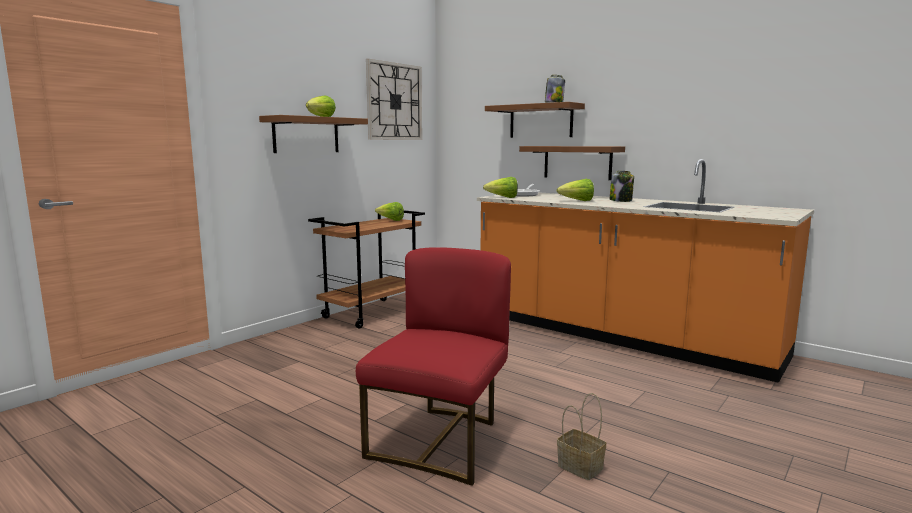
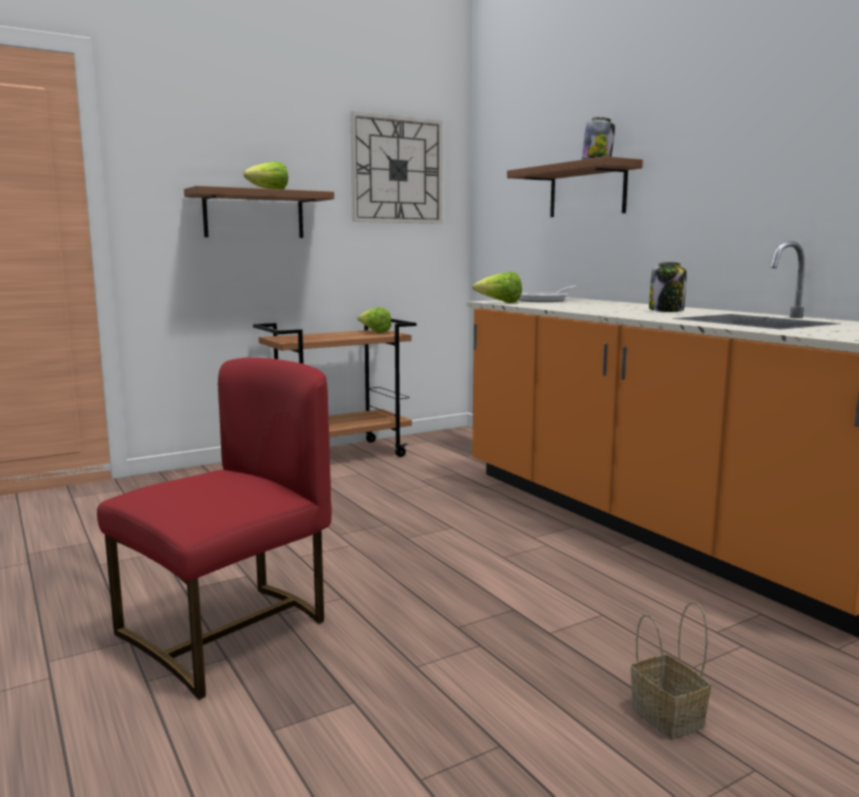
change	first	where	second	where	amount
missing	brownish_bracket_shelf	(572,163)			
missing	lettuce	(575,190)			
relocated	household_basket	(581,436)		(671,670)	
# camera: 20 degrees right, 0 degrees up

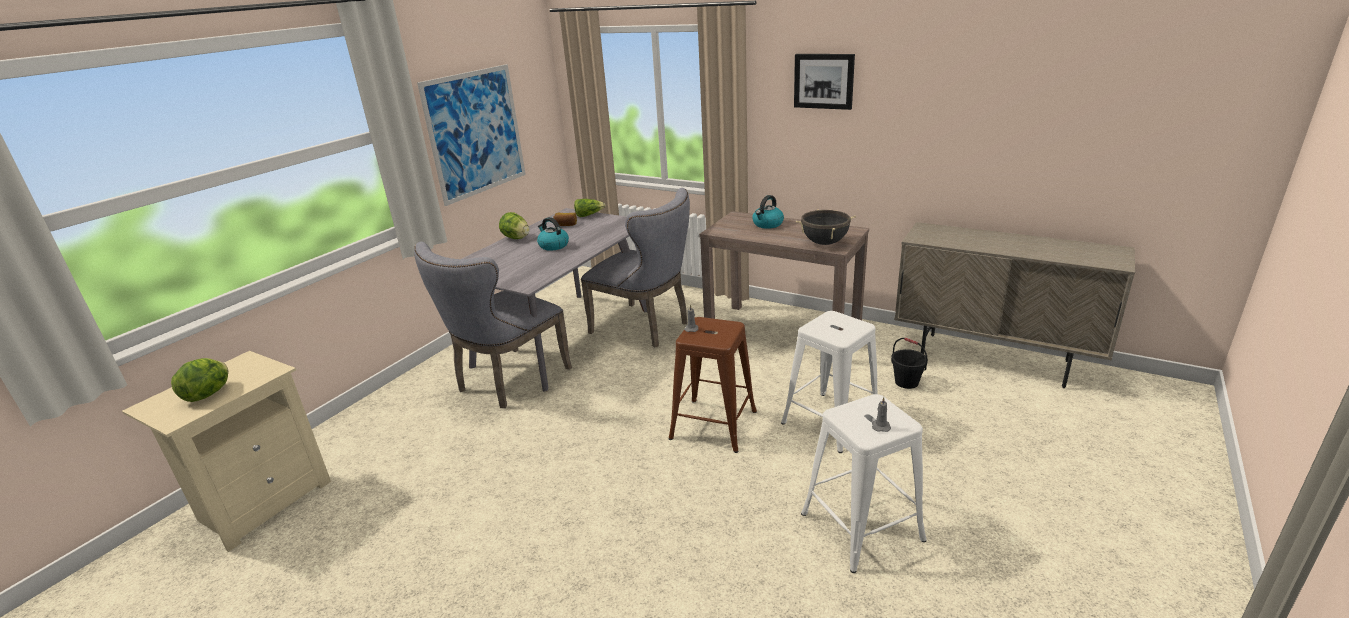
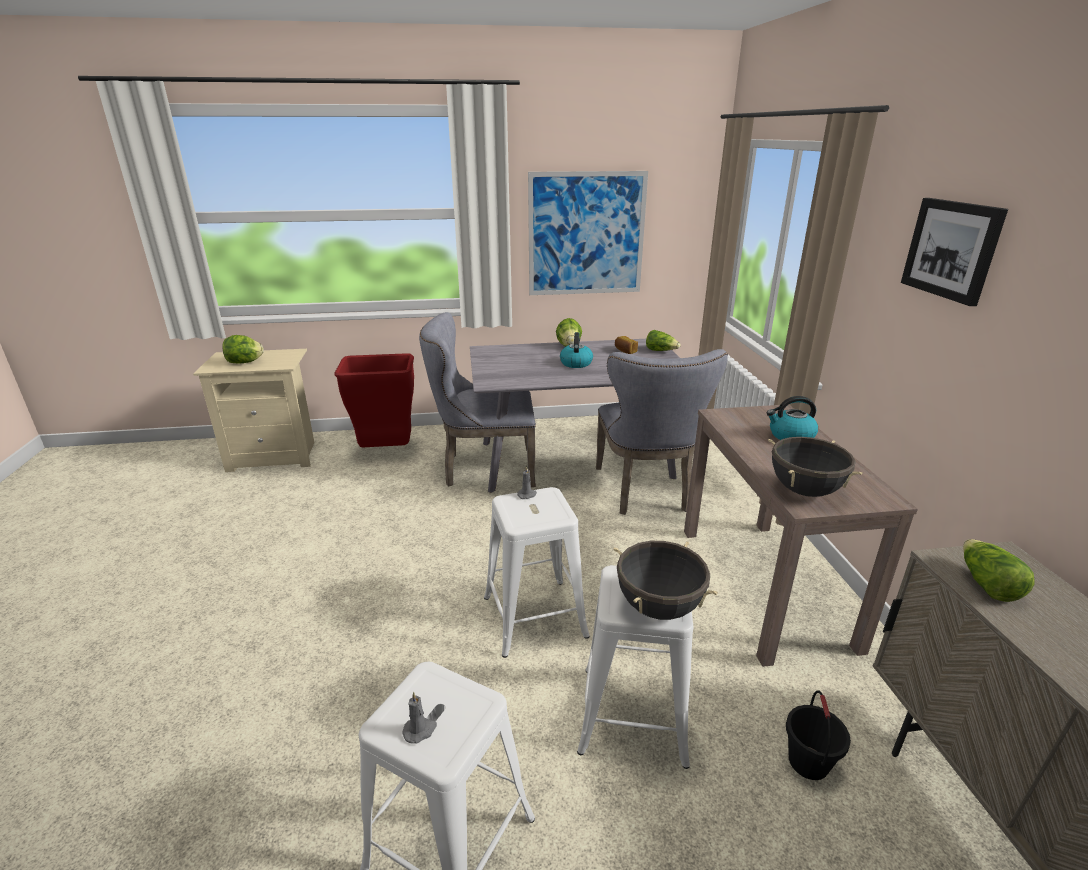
change	first	where	second	where	amount
colour	brownish_stool_seat	(713,385)	white_stool_seat	(536,572)	
appeared			red-coloured_trash_can	(374,400)	
appeared			black-coloured_saucepot	(665,580)	
appeared			lettuce	(998,570)	
# camera: 50 degrees right, 0 degrees up

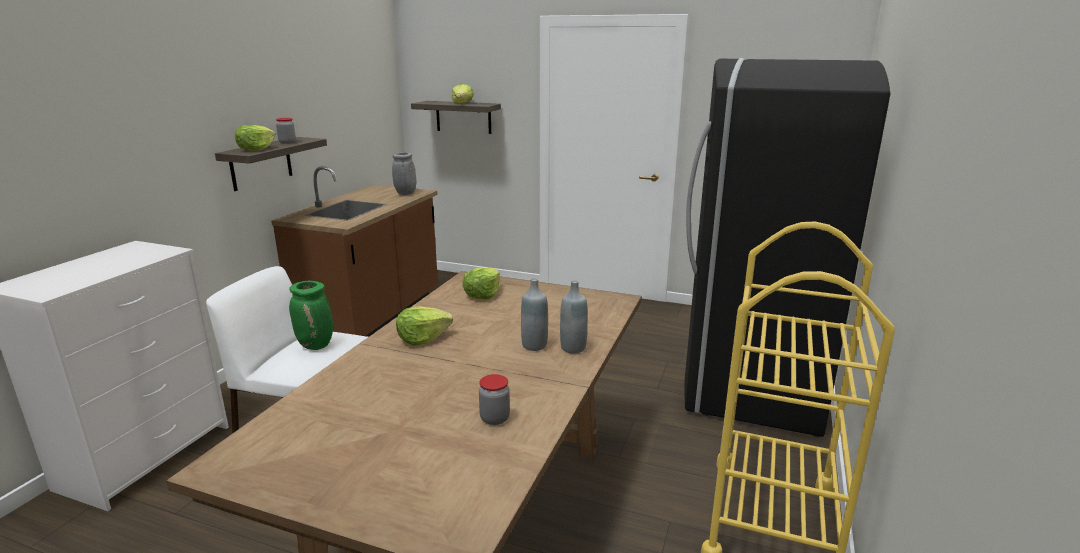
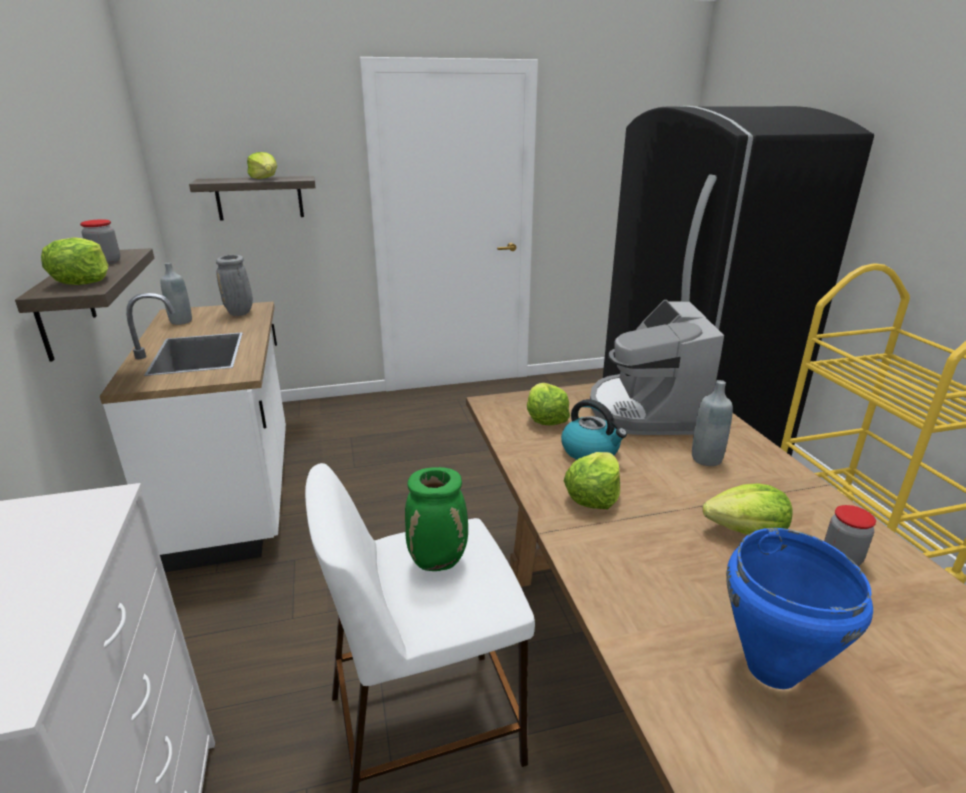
change	first	where	second	where	amount
colour	brownish_counter	(354,251)	white_counter	(193,432)	
relocated	grey_beverage_bottle	(574,317)		(176,293)	
appeared			water_kettle	(594,429)	
appeared			coffee_maker	(657,367)	
appeared			lettuce	(748,509)	
appeared			bluish_saucepot	(799,608)	
# camera: 35 degrees left, 5 degrees up

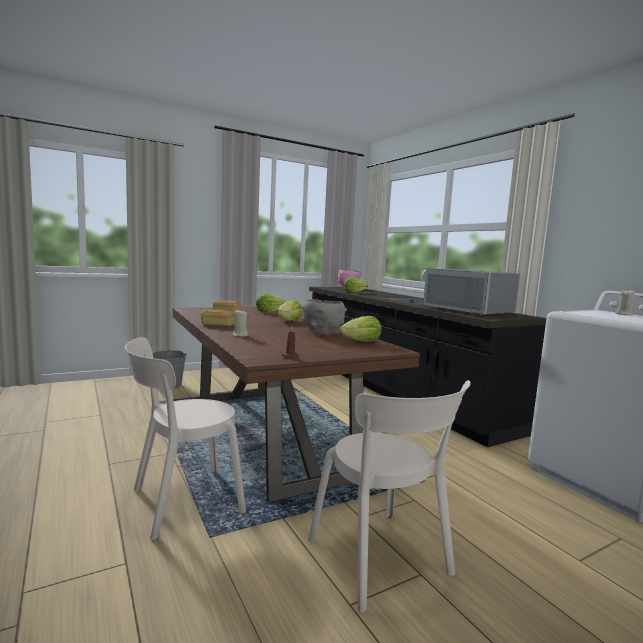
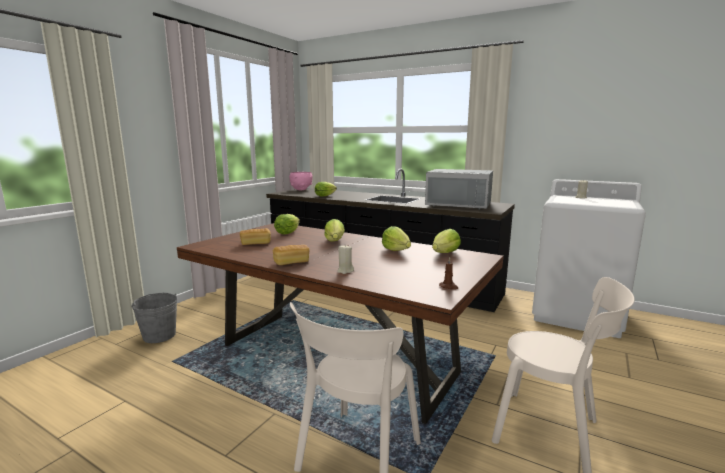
change	first	where	second	where	amount
exchanged	grey_deep_dish	(324,317)	lettuce	(396,238)	
# camera: 30 degrees left, 5 degrees up

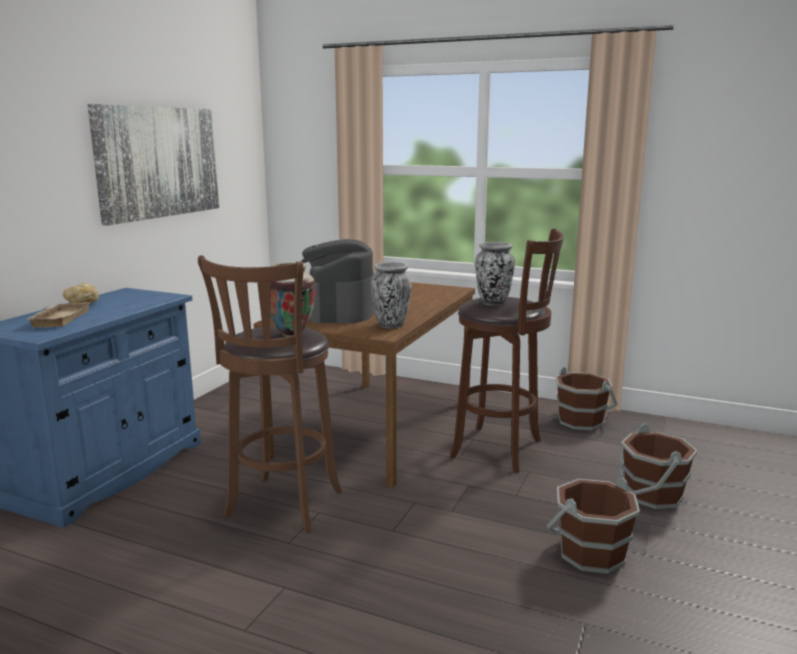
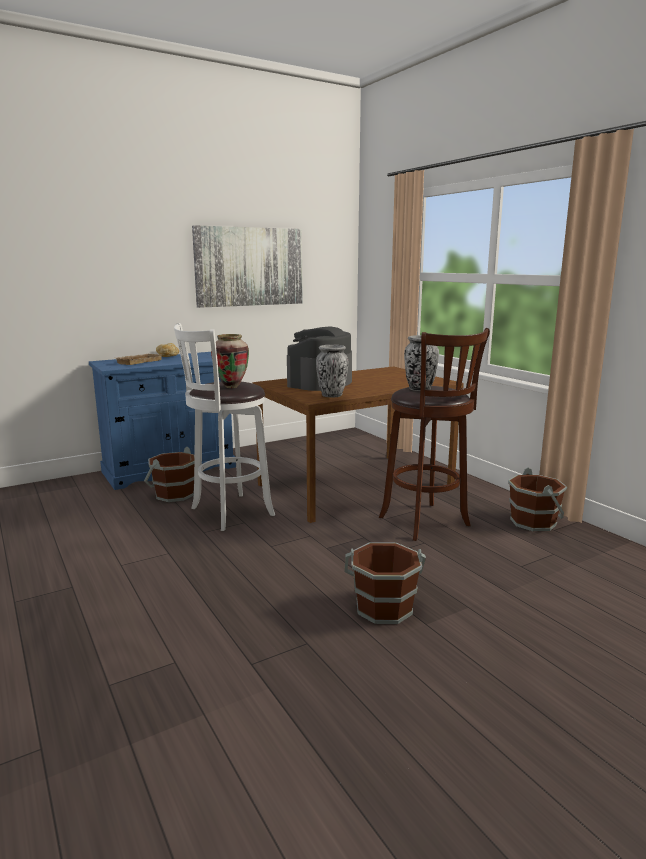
change	first	where	second	where	amount
colour	brownish_stool_seat	(270,394)	white_stool_seat	(224,427)	
relocated	brownish_pail	(658,466)		(169,474)	
# camera: 35 degrees right, 0 degrees up

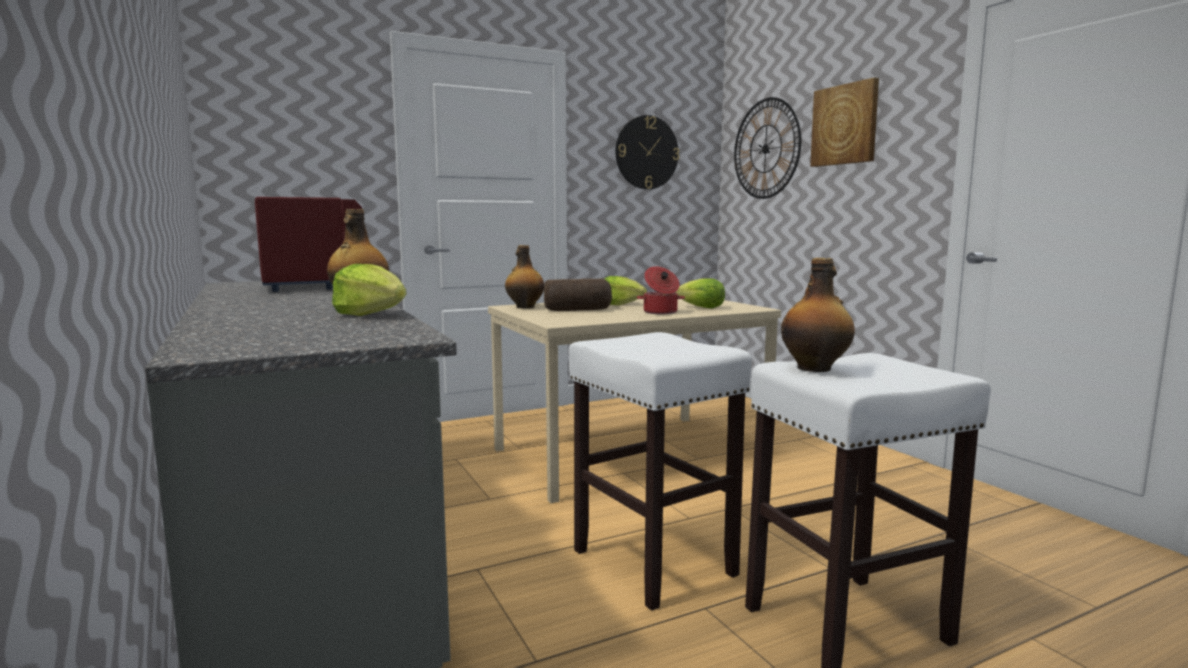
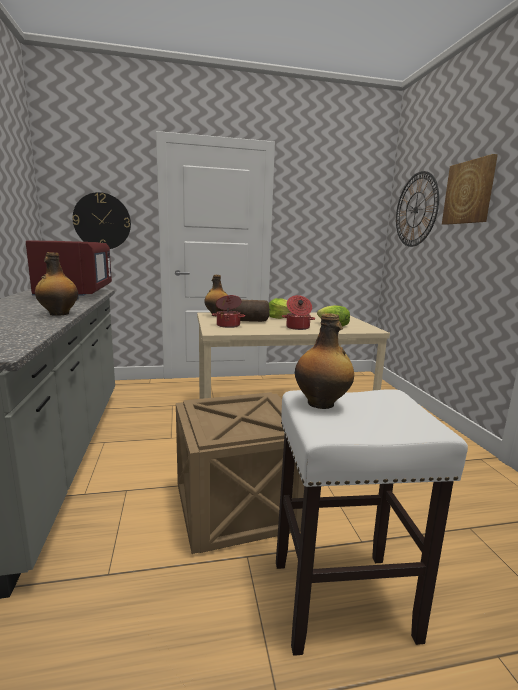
change	first	where	second	where	amount
missing	lettuce	(369,290)			
exchanged	white_stool_seat	(660,471)	crate	(240,473)	
relocated	hanging_clock	(647,152)		(101,220)	
appeared			saucepot	(228,311)	
# camera: 15 degrees right, 5 degrees up

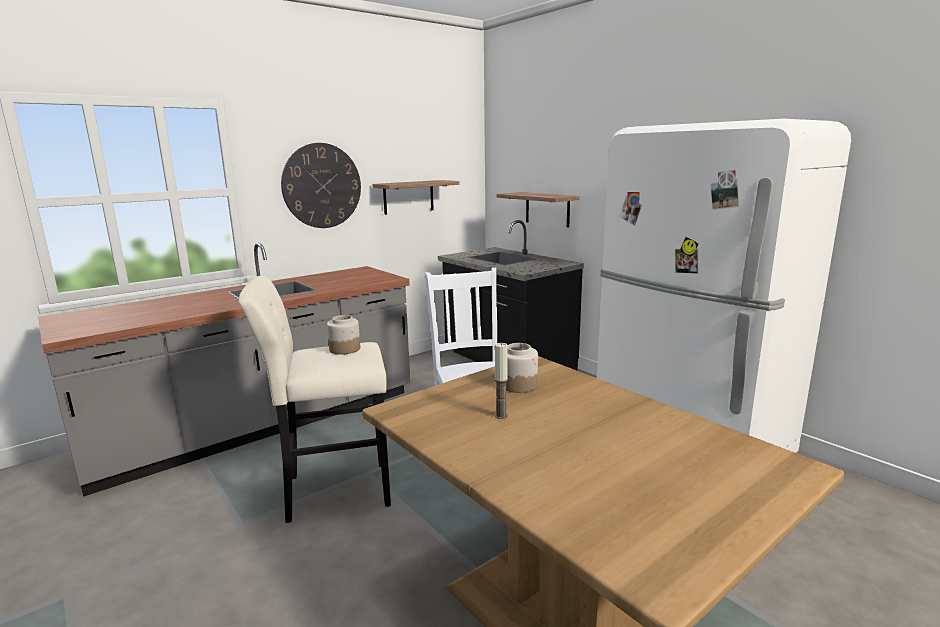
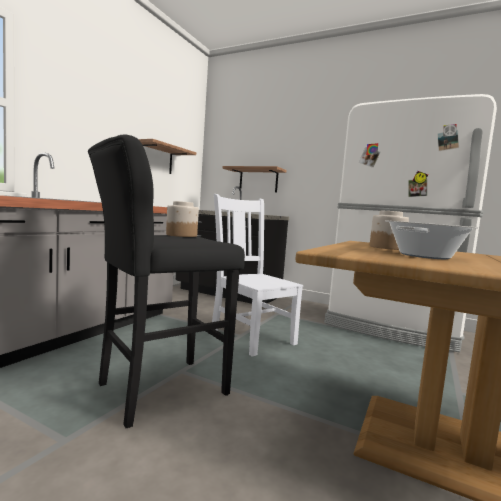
change	first	where	second	where	amount
colour	sand-coloured_stool_seat	(314,399)	black-coloured_stool_seat	(166,281)	
missing	hanging_clock	(321,185)			
exchanged	wax_light	(501,380)	saucepot	(432,239)	
# camera: 25 degrees left, 10 degrees down

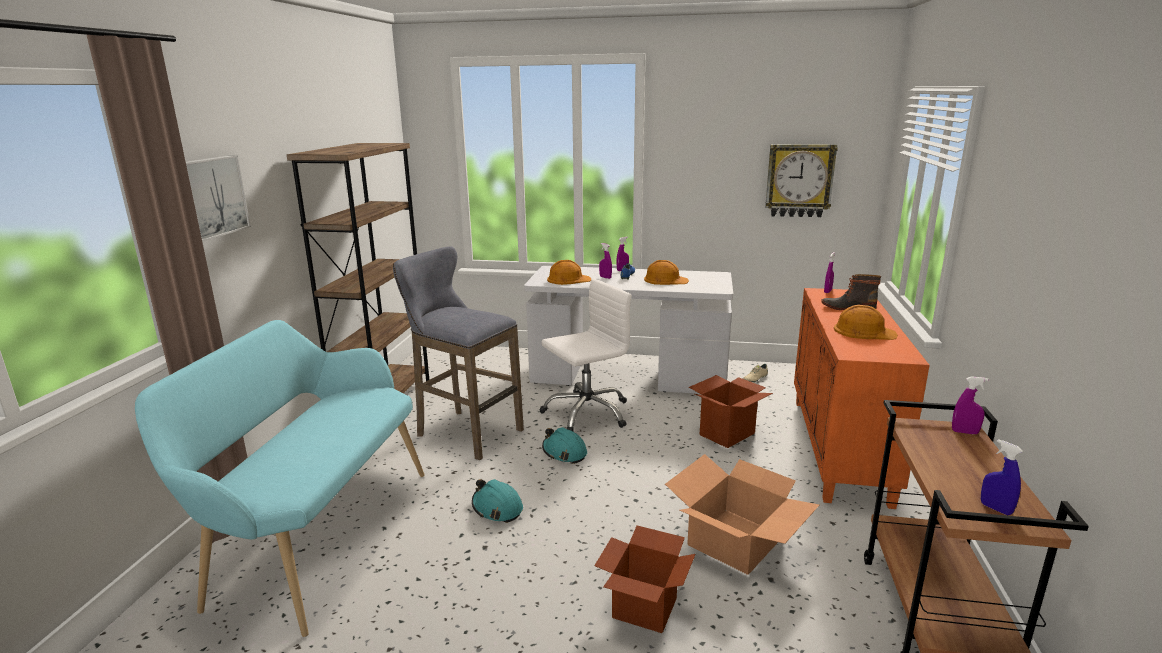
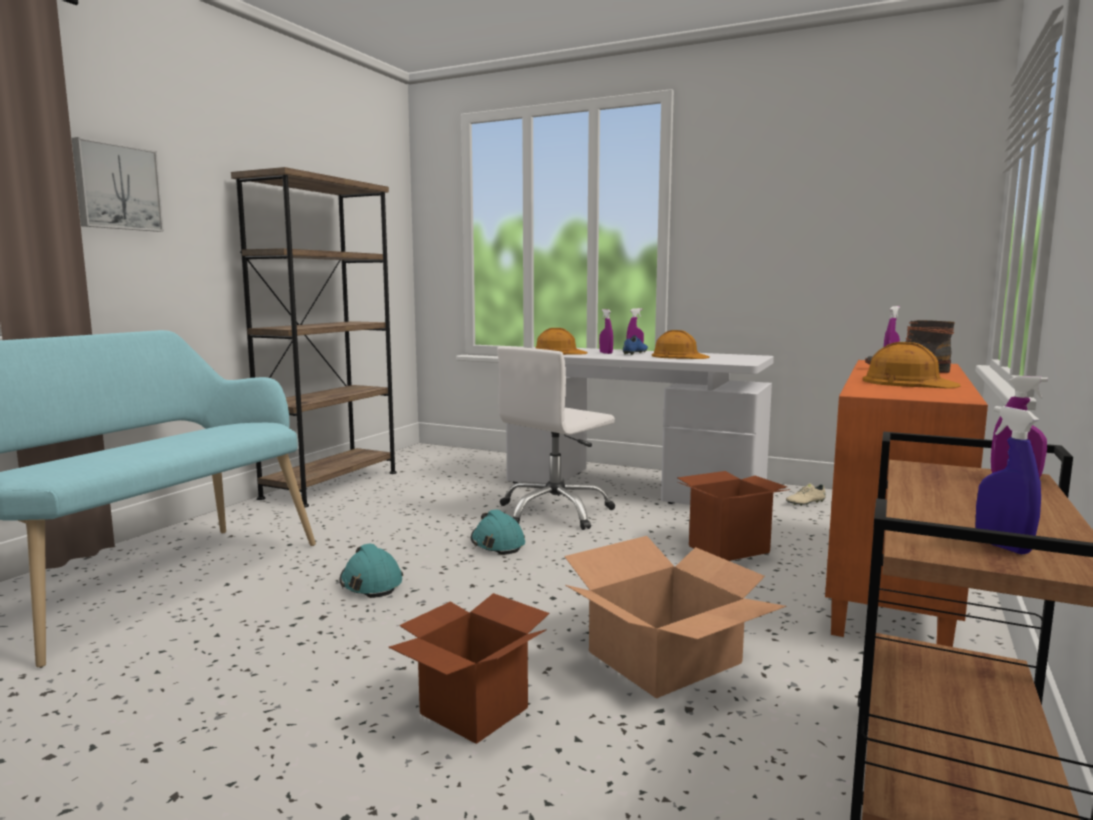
change	first	where	second	where	amount
missing	grey_stool_seat	(458,353)			
spun	white_desk_chair	(585,355)		(556,438)	150 degrees clockwise
missing	hanging_clock	(801,180)			
# camera: 15 degrees right, 10 degrees down

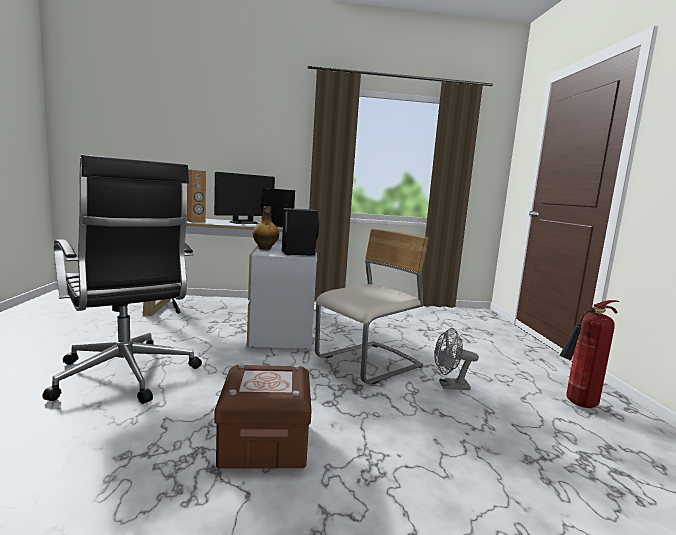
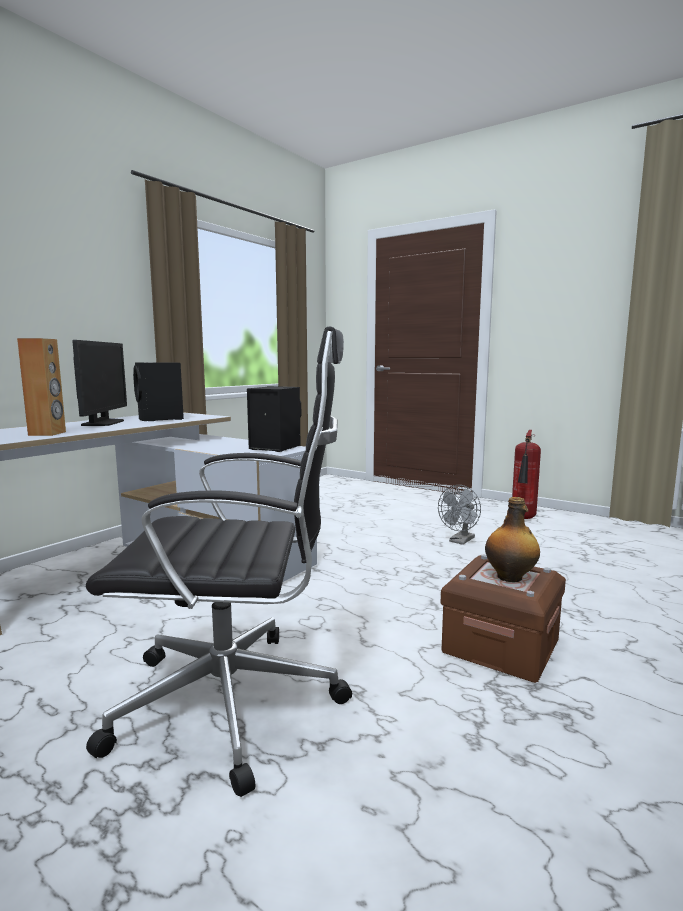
change	first	where	second	where	amount
relocated	beverage_bottle	(266,228)		(512,539)	
missing	sand-coloured_upright_chair	(372,306)			
# camera: 50 degrees left, 0 degrees up

